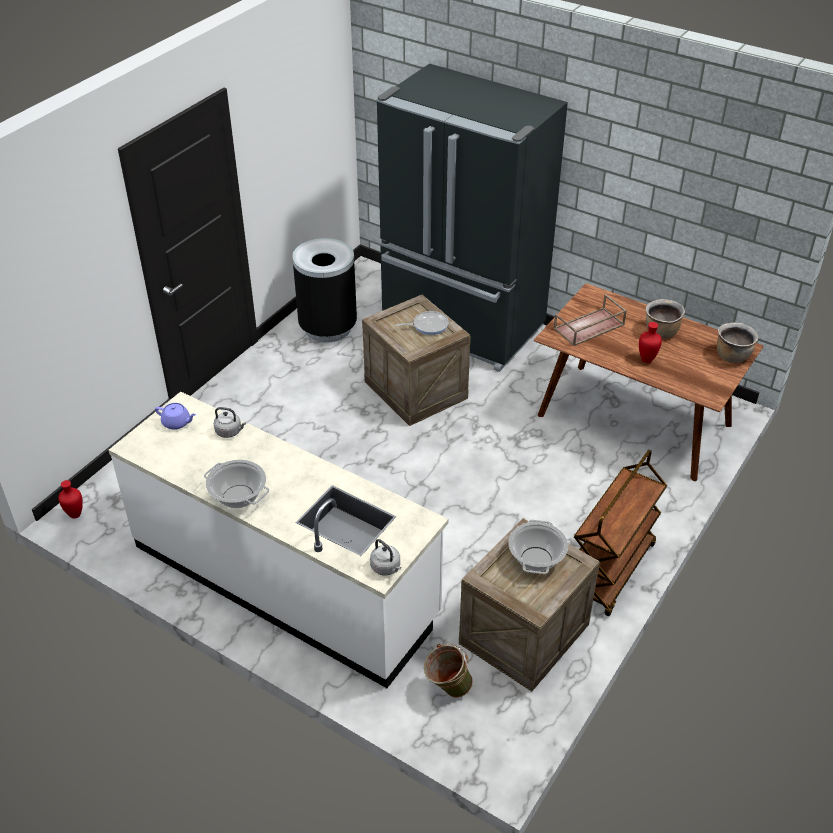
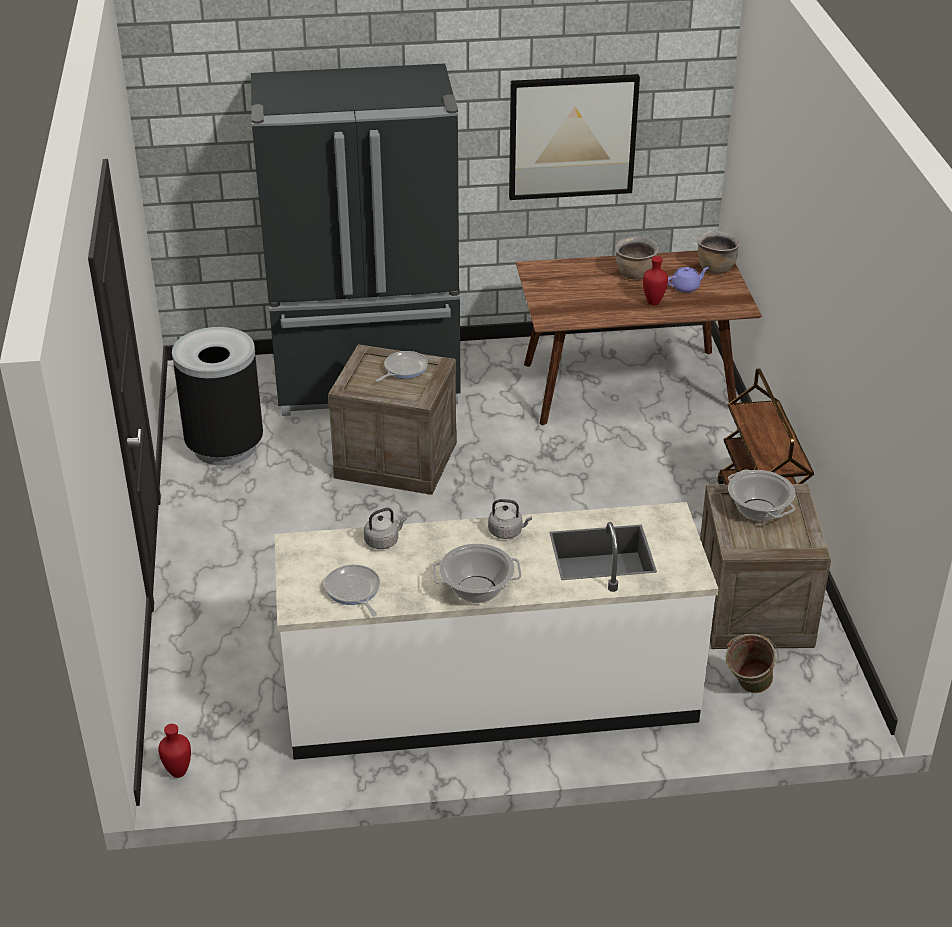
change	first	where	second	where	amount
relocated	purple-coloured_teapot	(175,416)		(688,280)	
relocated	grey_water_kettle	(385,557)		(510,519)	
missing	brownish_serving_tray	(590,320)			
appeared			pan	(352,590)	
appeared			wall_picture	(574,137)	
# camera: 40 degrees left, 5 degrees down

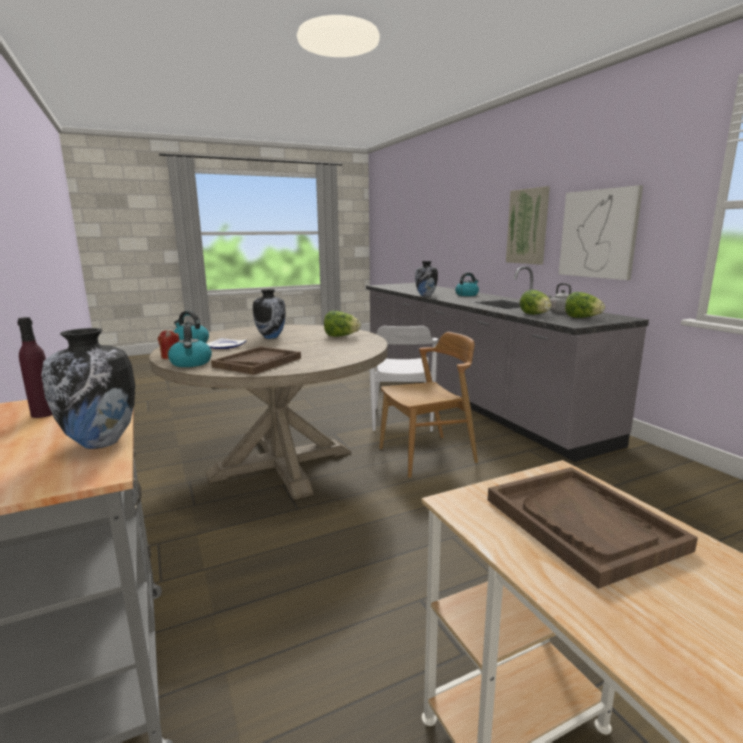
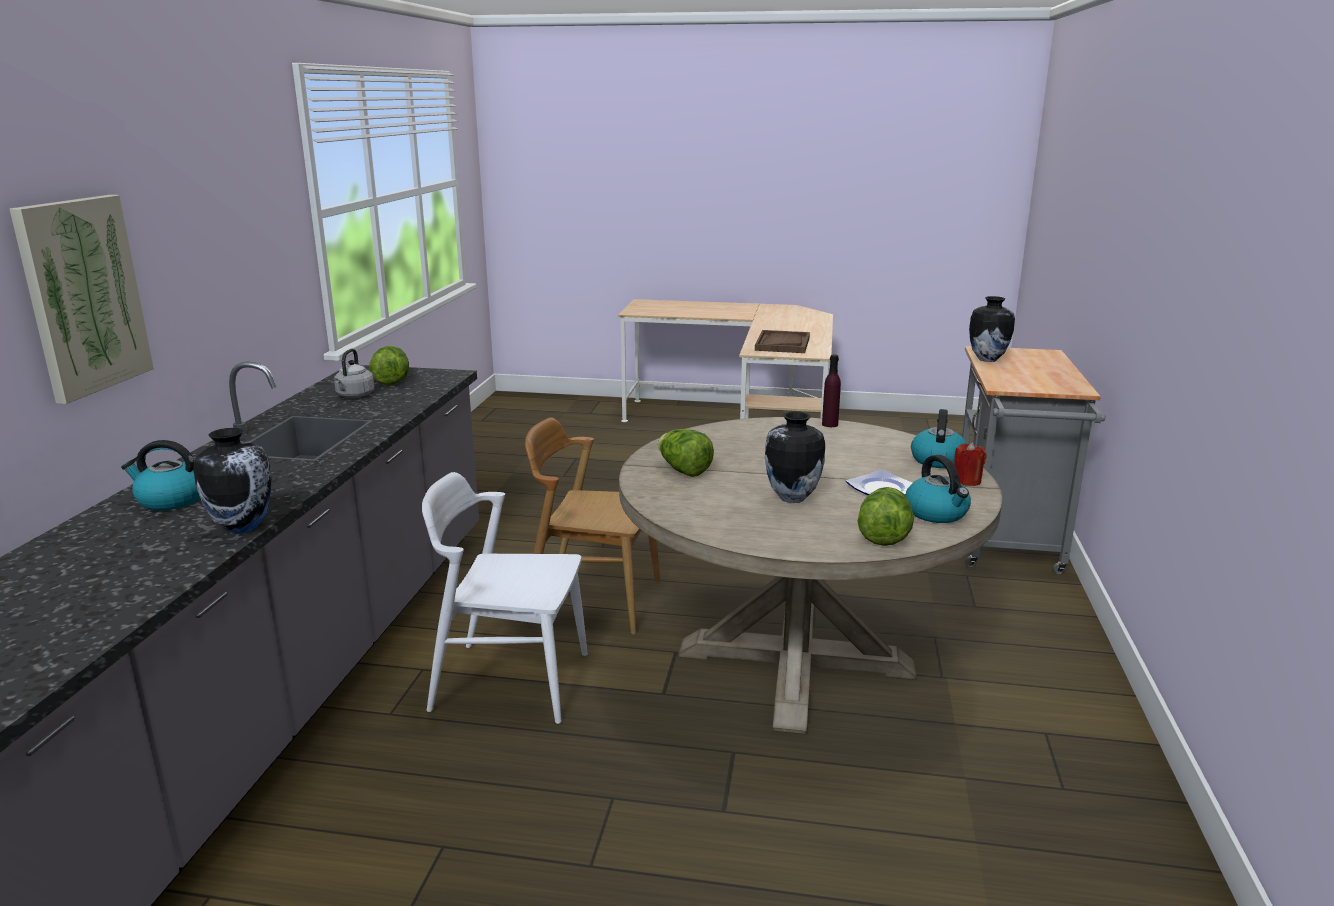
change	first	where	second	where	amount
relocated	purple-coloured_beverage_bottle	(34,367)		(831,391)	
missing	brownish_serving_tray	(256,360)			
spun	white_upright_chair	(404,379)		(505,598)	120 degrees counterclockwise
relocated	lettuce	(536,302)		(886,516)	
missing	wall_picture	(601,232)			
# camera: 145 degrees left, 5 degrees up

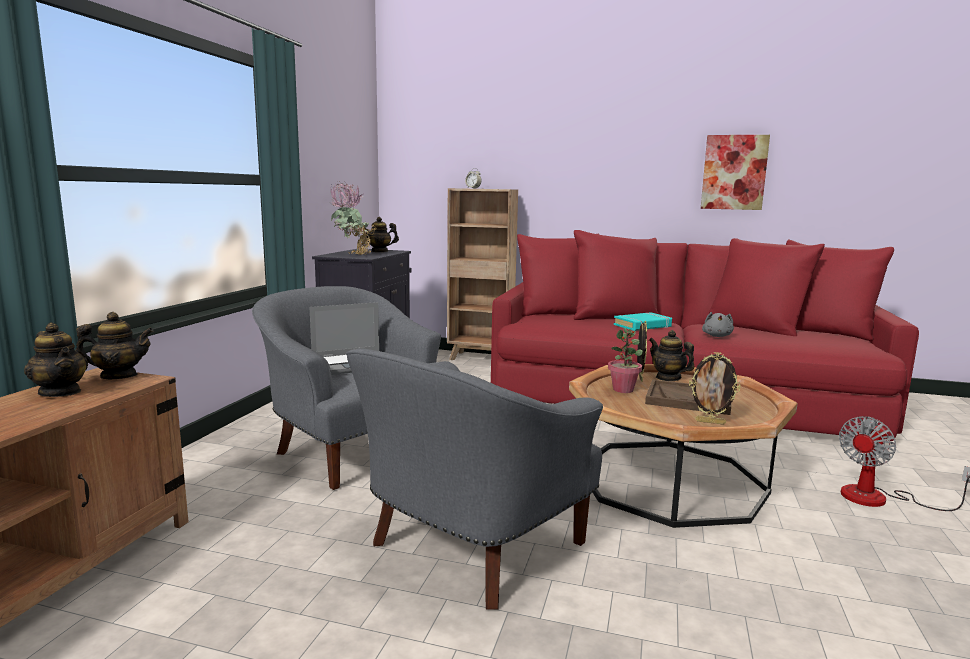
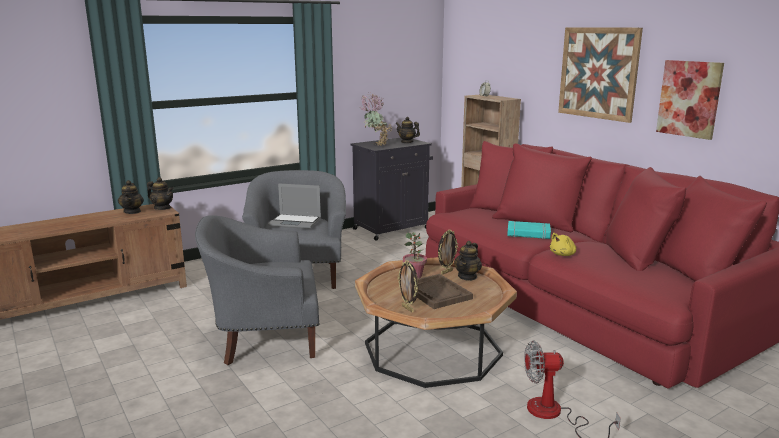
change	first	where	second	where	amount
spun	teapot	(672,355)		(468,261)	150 degrees counterclockwise
colour	grey_plush_toy	(718,324)	yellowish_plush_toy	(563,244)	
appeared			wall_picture	(600,75)	
# camera: 40 degrees right, 5 degrees up

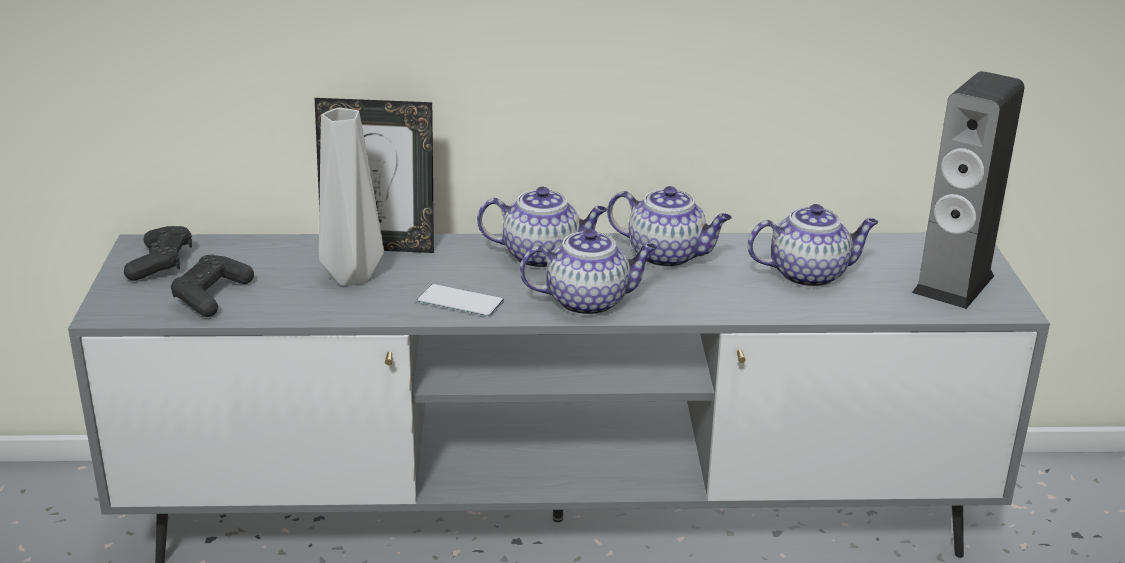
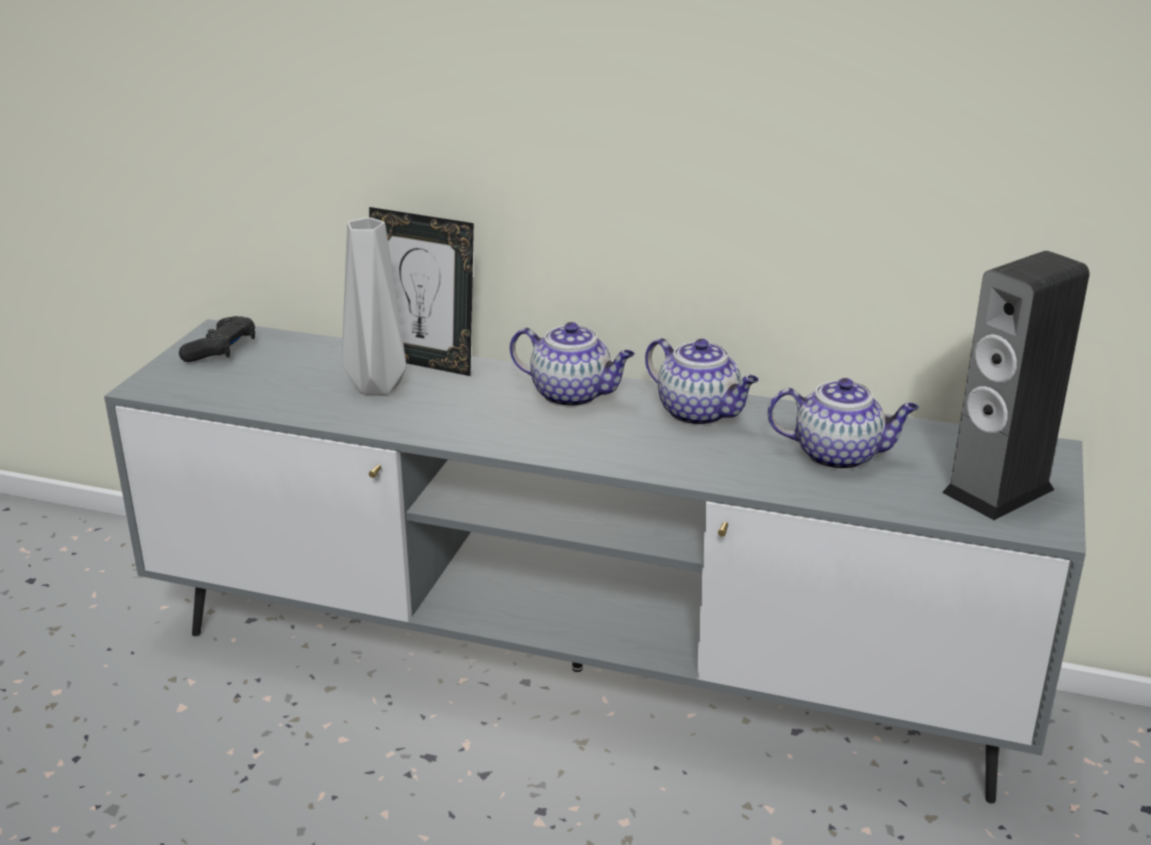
change	first	where	second	where	amount
missing	black-coloured_game_controller	(212,285)			
missing	phone	(460,300)			
missing	teapot	(588,272)			
# camera: 20 degrees right, 0 degrees up

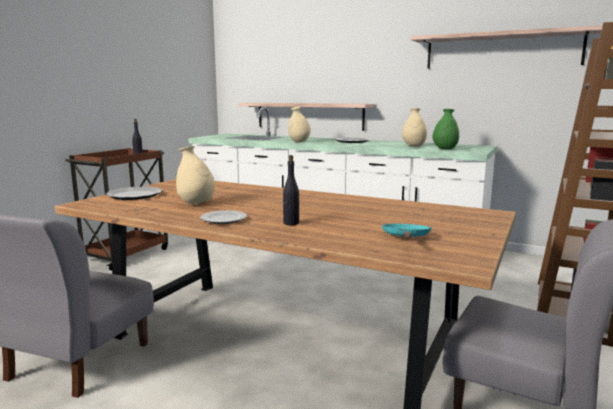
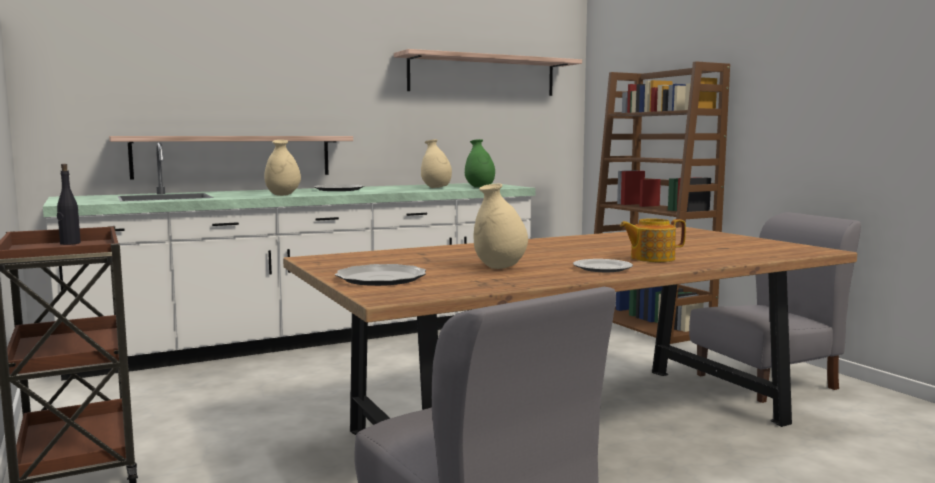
change	first	where	second	where	amount
exchanged	black-coloured_beverage_bottle	(291,190)	teapot	(653,240)	
missing	turquoise_pan	(407,231)			
# camera: 55 degrees left, 5 degrees down

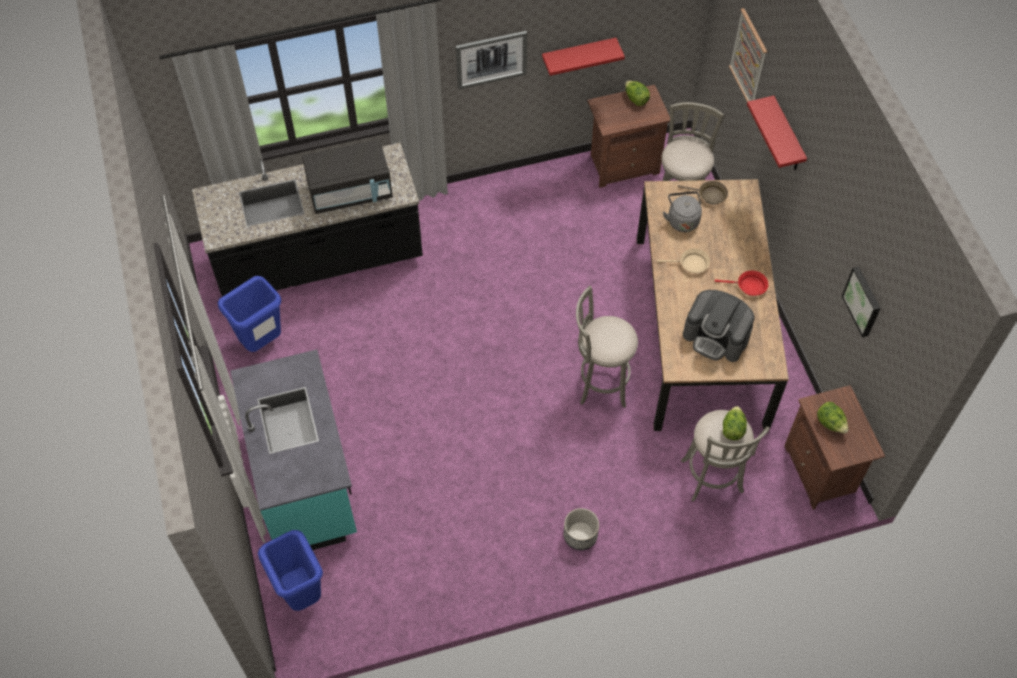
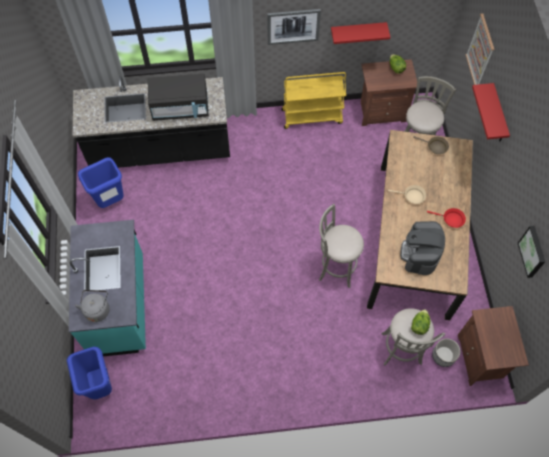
change	first	where	second	where	amount
relocated	flower_pot	(581,529)		(446,352)	
relocated	grey_water_kettle	(682,211)		(92,306)	
spun	coffee_maker	(718,326)		(422,248)	60 degrees clockwise
missing	lettuce	(833,418)			
appeared			yellowish_wheeled_cart	(313,100)	
# camera: 10 degrees right, 5 degrees up

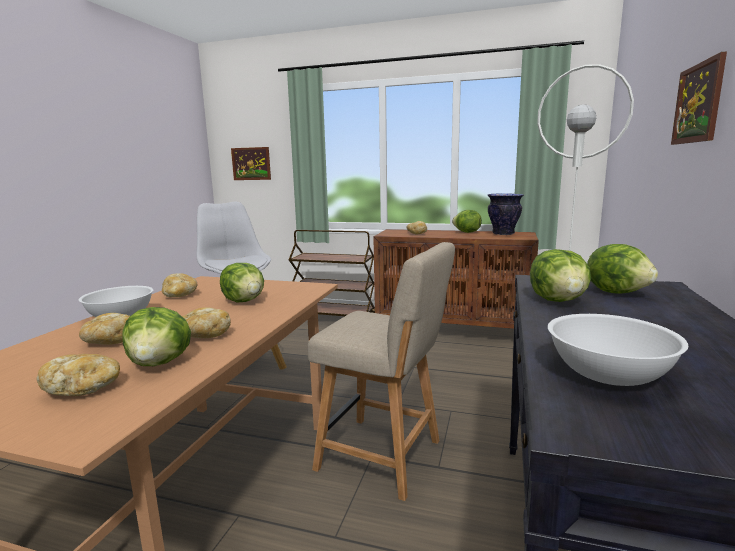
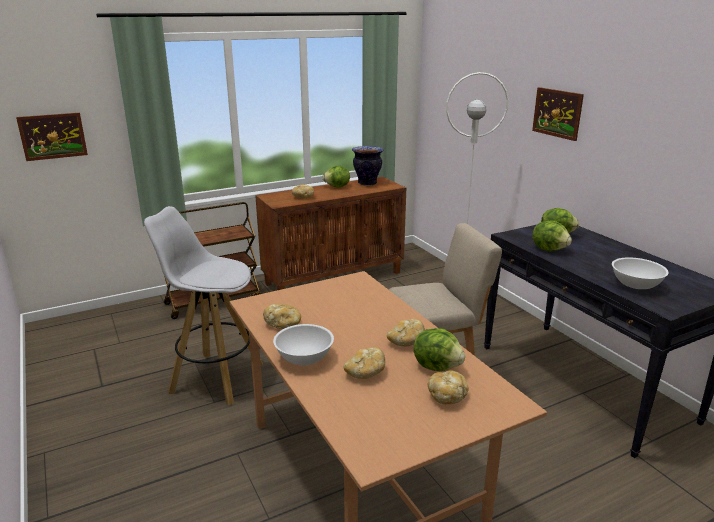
change	first	where	second	where	amount
missing	lettuce	(242,282)			
# camera: 45 degrees left, 10 degrees up

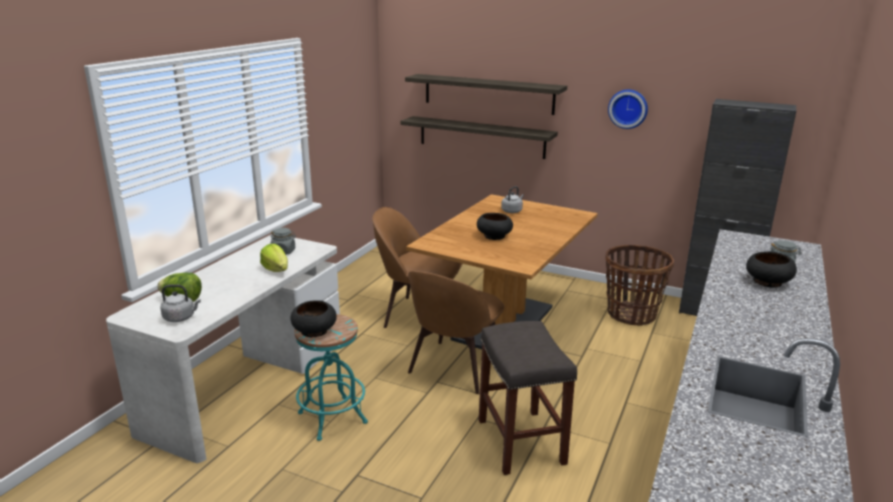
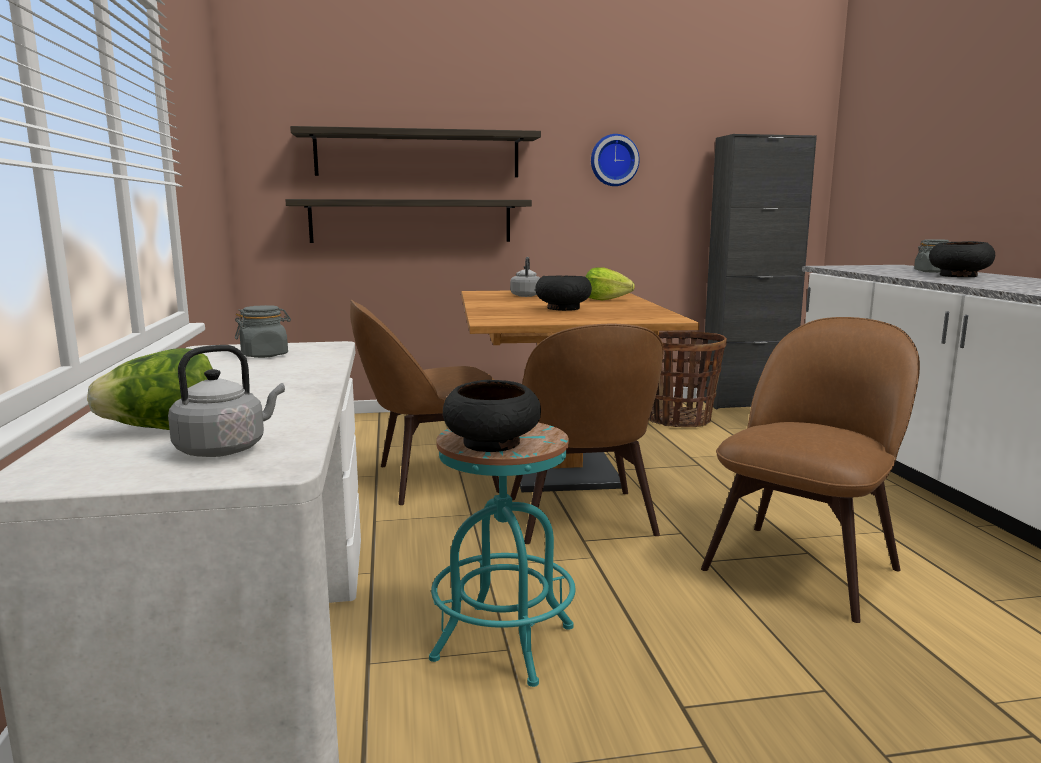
change	first	where	second	where	amount
relocated	lettuce	(274,258)		(610,284)	
exchanged	grey_stool_seat	(528,398)	brownish_upright_chair	(810,470)	
# camera: 35 degrees left, 10 degrees down

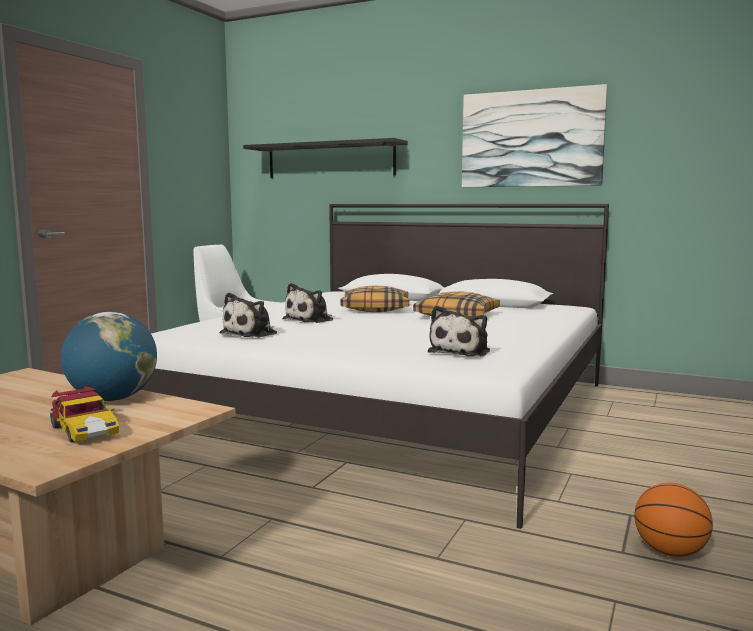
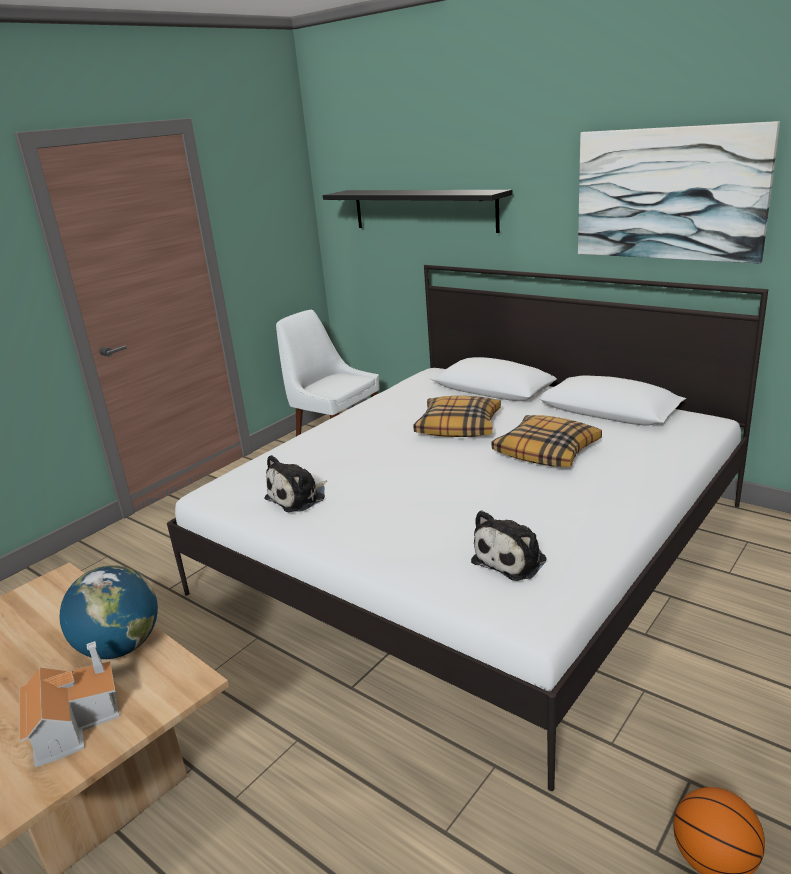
change	first	where	second	where	amount
exchanged	miniature_car	(84,414)	model_house	(69,704)	
missing	plush_toy	(307,303)			
# camera: 15 degrees right, 15 degrees up

